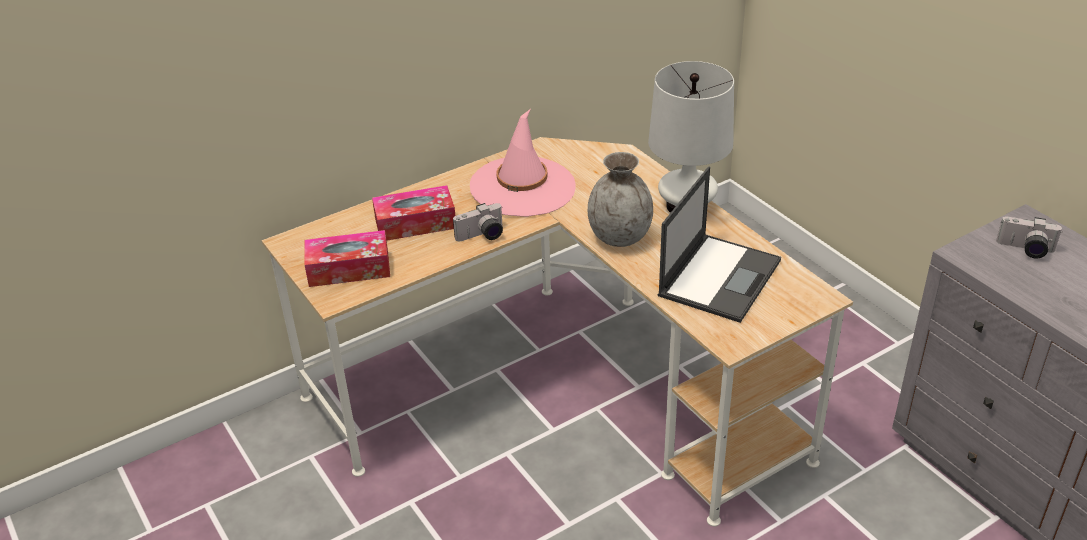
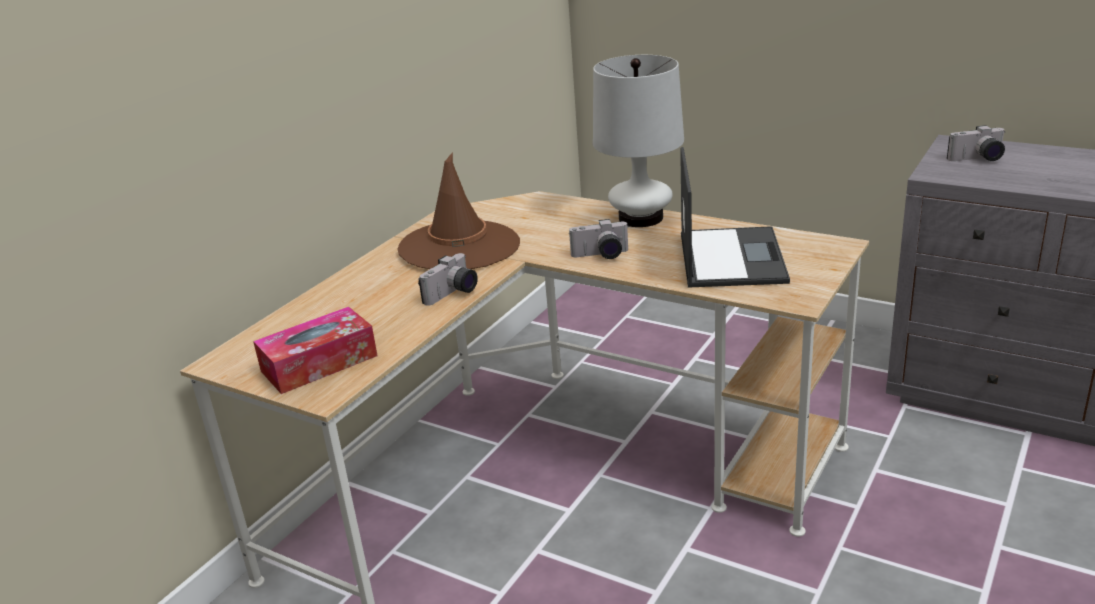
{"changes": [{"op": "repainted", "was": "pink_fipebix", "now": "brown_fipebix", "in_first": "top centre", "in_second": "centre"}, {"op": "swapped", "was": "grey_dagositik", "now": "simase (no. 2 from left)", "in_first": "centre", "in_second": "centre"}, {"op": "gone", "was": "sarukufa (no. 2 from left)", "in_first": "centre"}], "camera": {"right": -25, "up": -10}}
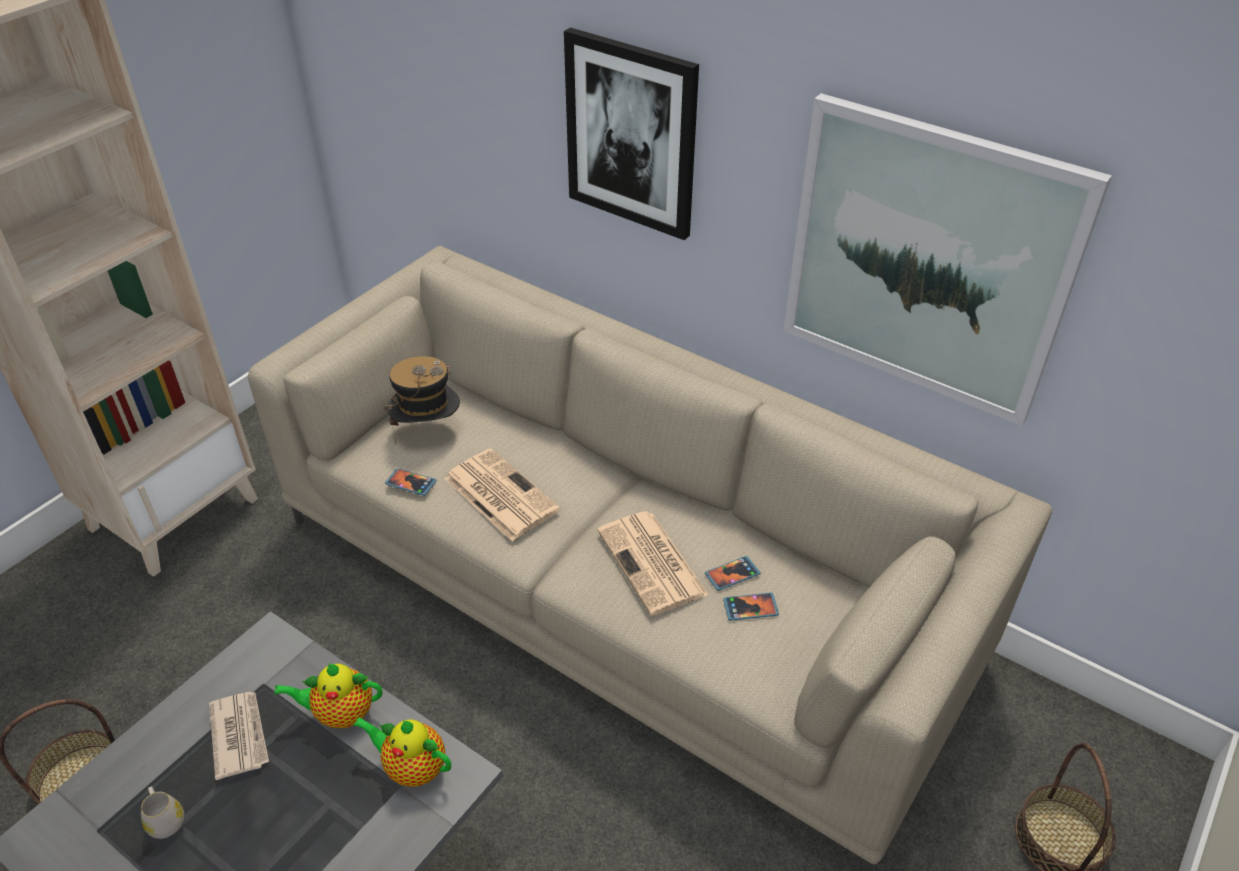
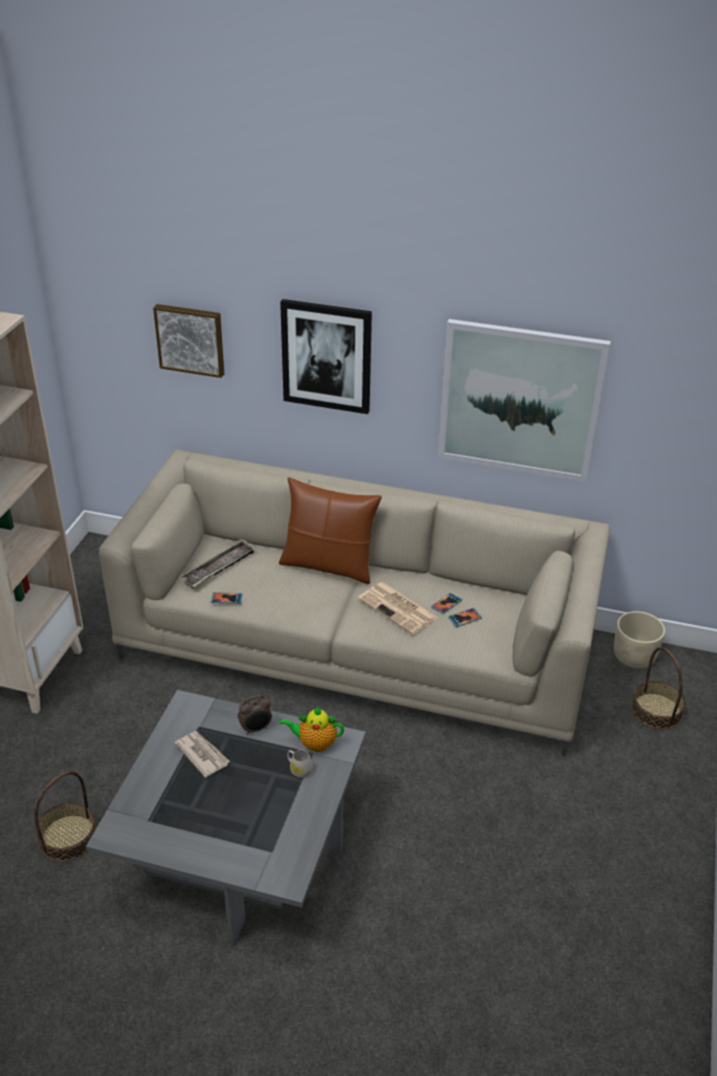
{"changes": [{"op": "new", "now": "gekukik (no. 1 from left)", "in_second": "top left"}, {"op": "swapped", "was": "fipebix", "now": "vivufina", "in_first": "centre", "in_second": "middle left"}, {"op": "swapped", "was": "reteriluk (no. 1 from left)", "now": "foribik", "in_first": "bottom left", "in_second": "centre"}, {"op": "new", "now": "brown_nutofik", "in_second": "centre"}, {"op": "shifted", "was": "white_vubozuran", "in_first": "bottom left", "in_second": "bottom centre"}, {"op": "new", "now": "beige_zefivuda", "in_second": "middle right"}, {"op": "gone", "was": "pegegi (no. 2 from left)", "in_first": "centre"}], "camera": {"right": -20, "up": -5}}
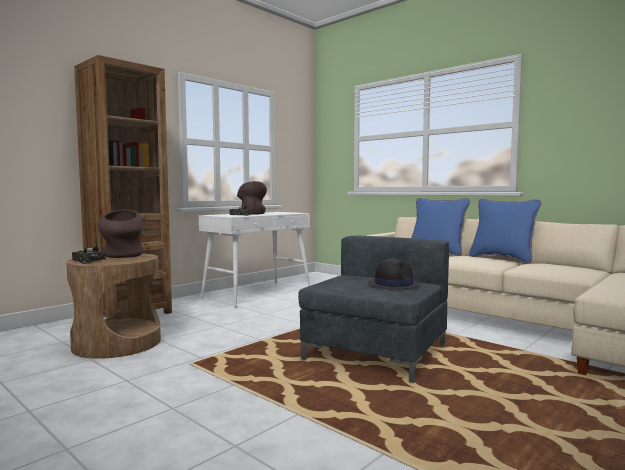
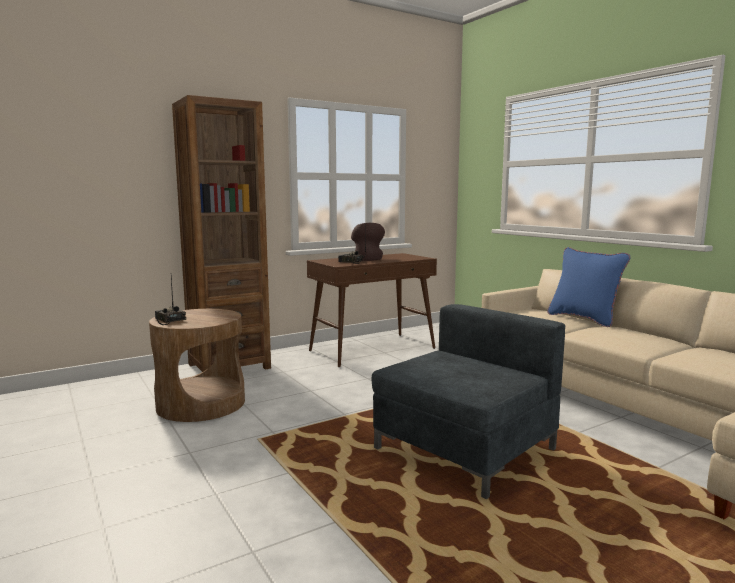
{"changes": [{"op": "repainted", "was": "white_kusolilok", "now": "brown_kusolilok", "in_first": "centre", "in_second": "centre"}, {"op": "gone", "was": "brown_dagositik (no. 1 from left)", "in_first": "middle left"}, {"op": "gone", "was": "black_fipebix", "in_first": "centre"}, {"op": "gone", "was": "blue_nutofik (no. 2 from left)", "in_first": "middle right"}], "camera": {"right": 15, "up": 5}}
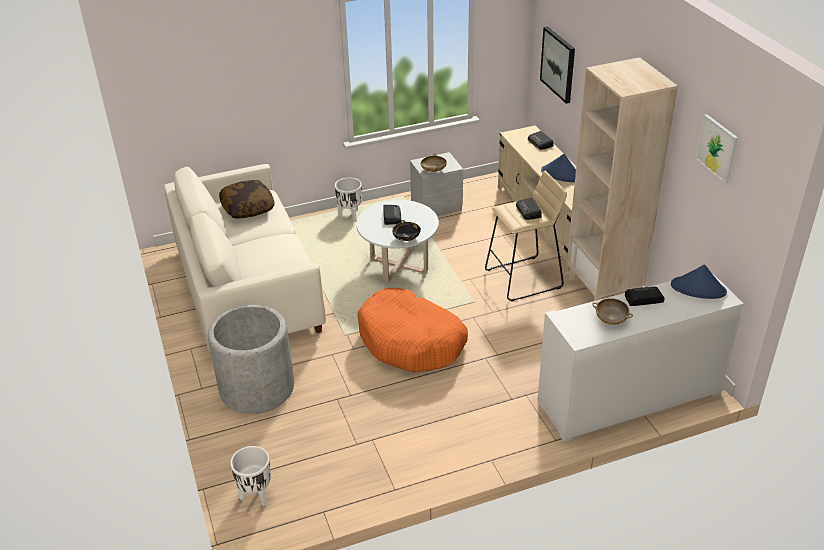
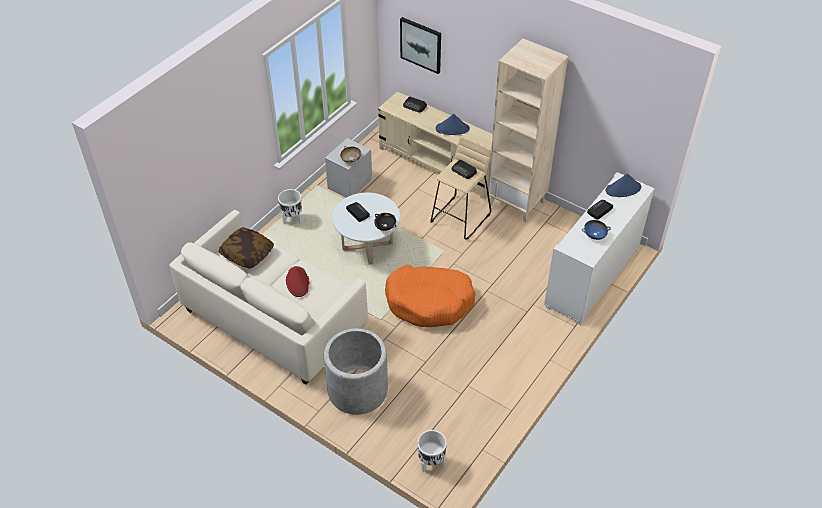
{"changes": [{"op": "new", "now": "red_fipebix", "in_second": "centre"}, {"op": "repainted", "was": "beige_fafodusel (no. 2 from left)", "now": "blue_fafodusel", "in_first": "middle right", "in_second": "middle right"}, {"op": "gone", "was": "gekukik (no. 2 from left)", "in_first": "top right"}], "camera": {"right": -35, "up": 10}}
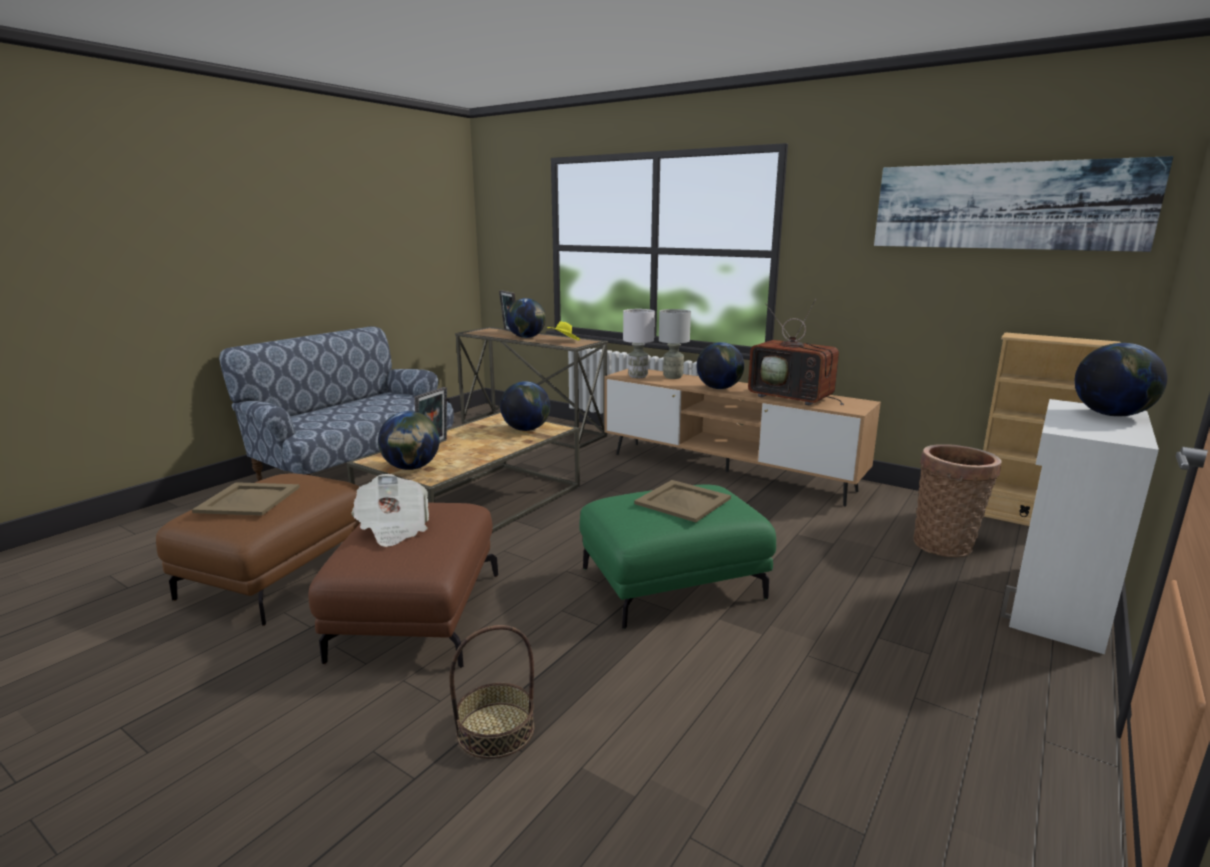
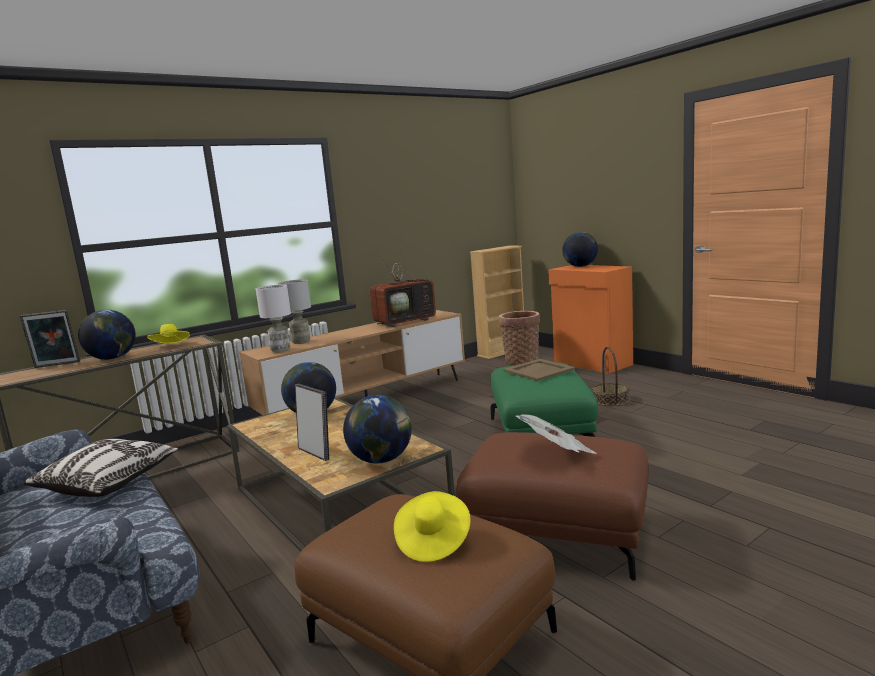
{"changes": [{"op": "new", "now": "nutofik", "in_second": "bottom left"}, {"op": "swapped", "was": "beige_vivufina (no. 1 from left)", "now": "yellow_fipebix (no. 2 from left)", "in_first": "middle left", "in_second": "bottom centre"}, {"op": "repainted", "was": "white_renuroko", "now": "orange_renuroko", "in_first": "middle right", "in_second": "middle right"}, {"op": "shifted", "was": "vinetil (no. 1 from left in the first image)", "now": "vinetil (no. 2 from left)", "in_first": "bottom centre", "in_second": "middle right"}, {"op": "gone", "was": "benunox (no. 4 from left)", "in_first": "centre"}, {"op": "gone", "was": "gekukik", "in_first": "top right"}], "camera": {"right": -70, "up": -5}}
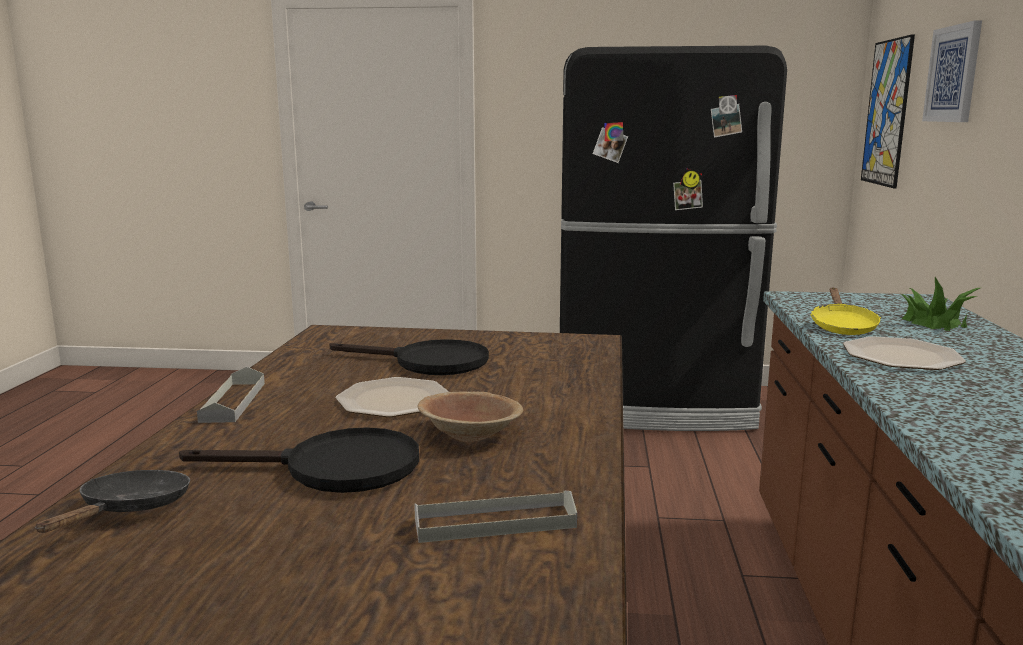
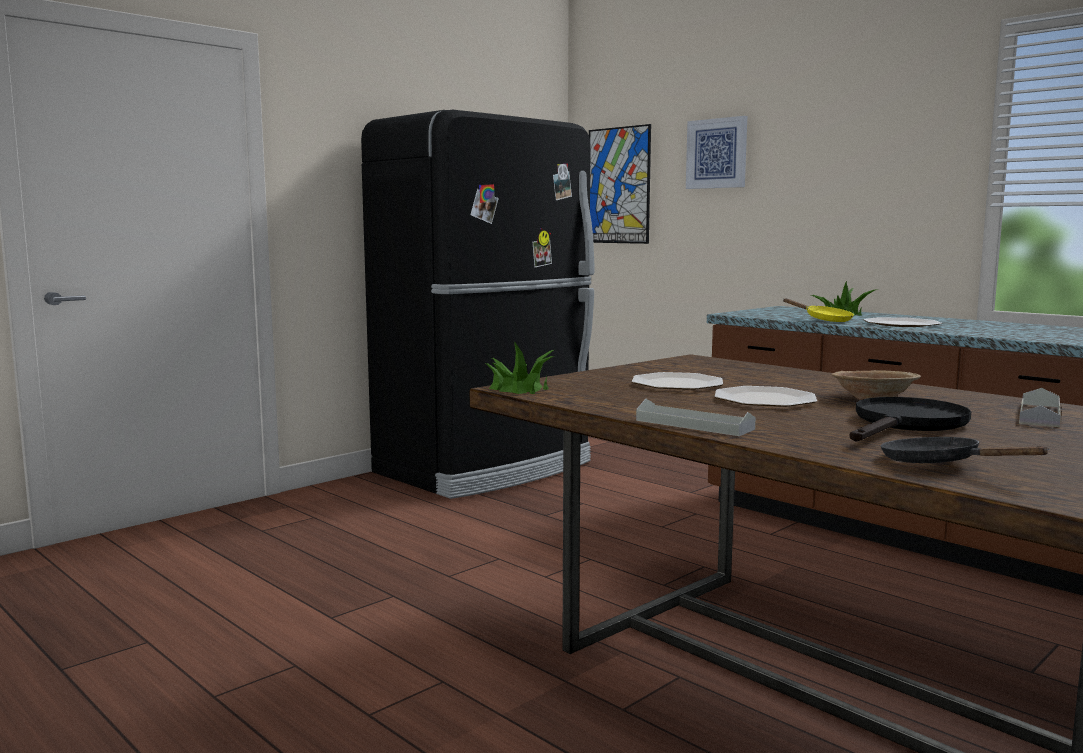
{"changes": [{"op": "new", "now": "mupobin (no. 1 from left)", "in_second": "centre"}, {"op": "swapped", "was": "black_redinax (no. 3 from left)", "now": "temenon (no. 1 from left)", "in_first": "centre", "in_second": "centre"}], "camera": {"right": -50, "up": -5}}
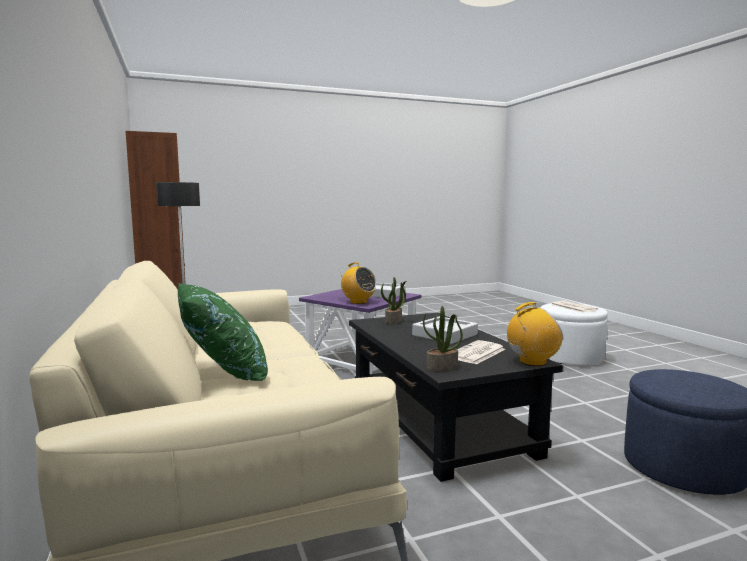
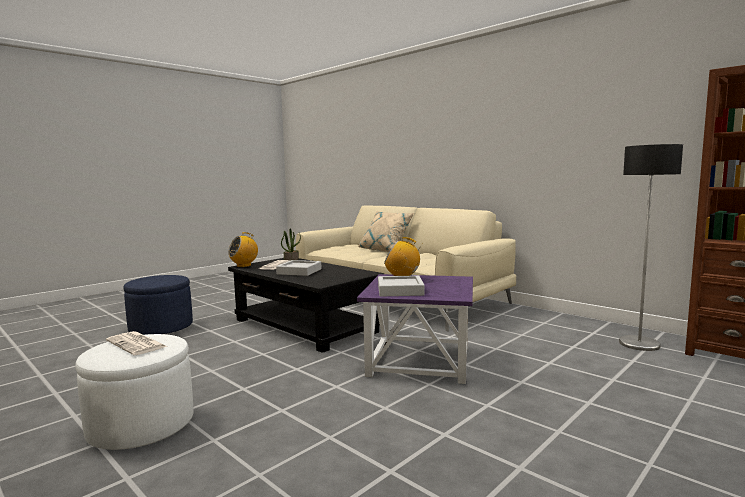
{"changes": [{"op": "repainted", "was": "green_nutofik", "now": "beige_nutofik", "in_first": "middle left", "in_second": "centre"}, {"op": "gone", "was": "mupobin (no. 1 from left)", "in_first": "centre"}], "camera": {"right": 155, "up": 0}}
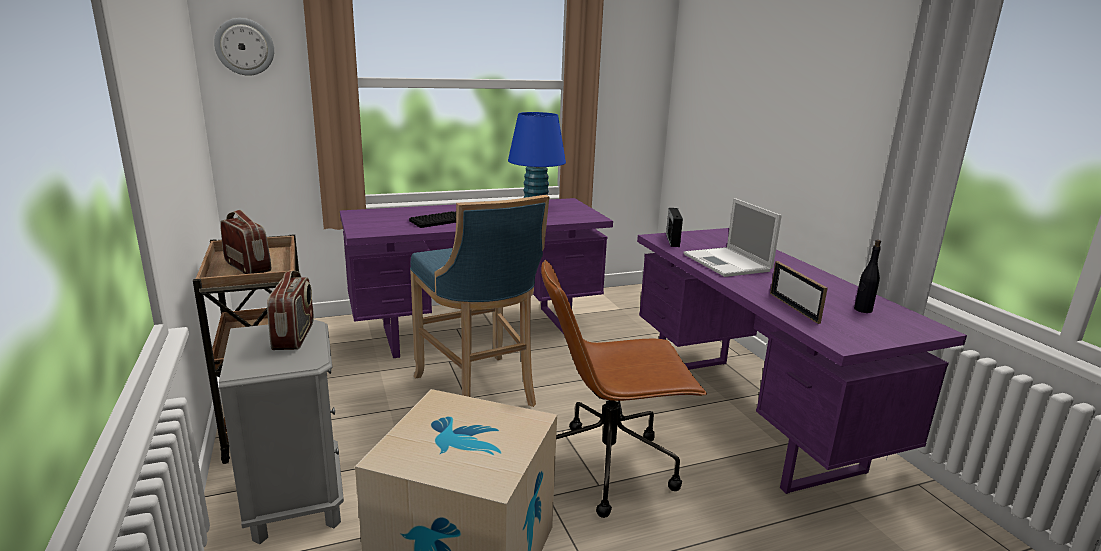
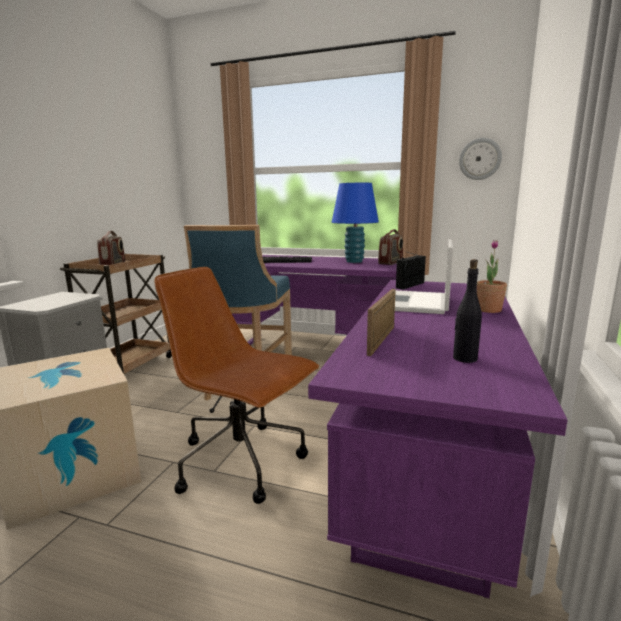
{"changes": [{"op": "shifted", "was": "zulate (no. 2 from left)", "in_first": "middle left", "in_second": "centre"}, {"op": "shifted", "was": "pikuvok", "in_first": "top left", "in_second": "top right"}, {"op": "new", "now": "mupobin", "in_second": "middle right"}], "camera": {"right": 40, "up": -5}}
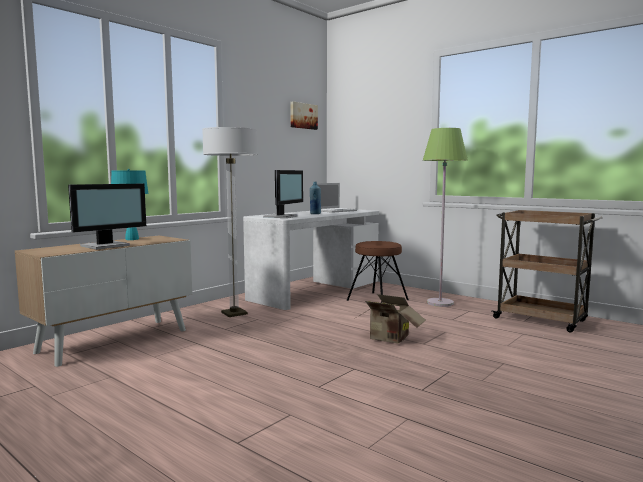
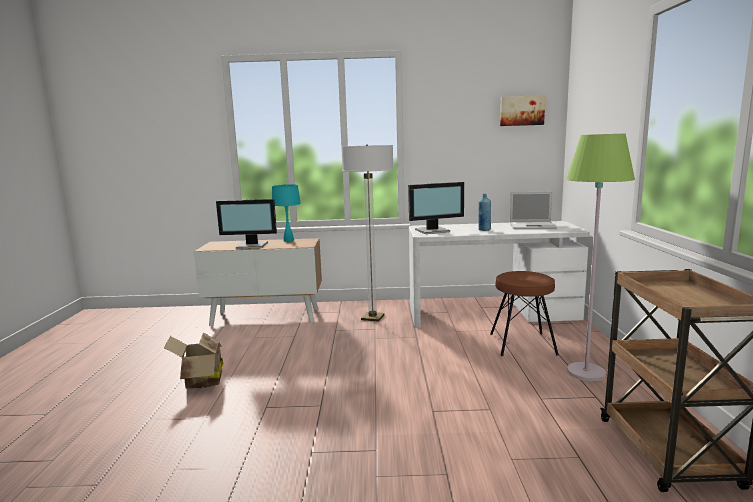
{"changes": [{"op": "shifted", "was": "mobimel", "in_first": "centre", "in_second": "bottom left"}], "camera": {"right": 50, "up": 5}}
